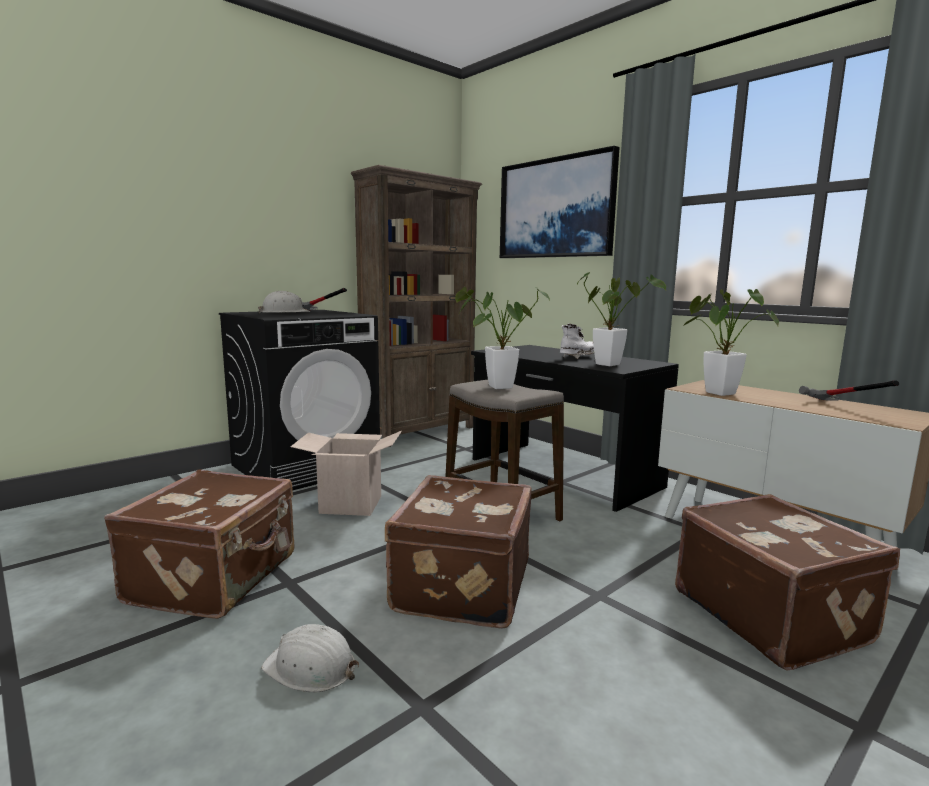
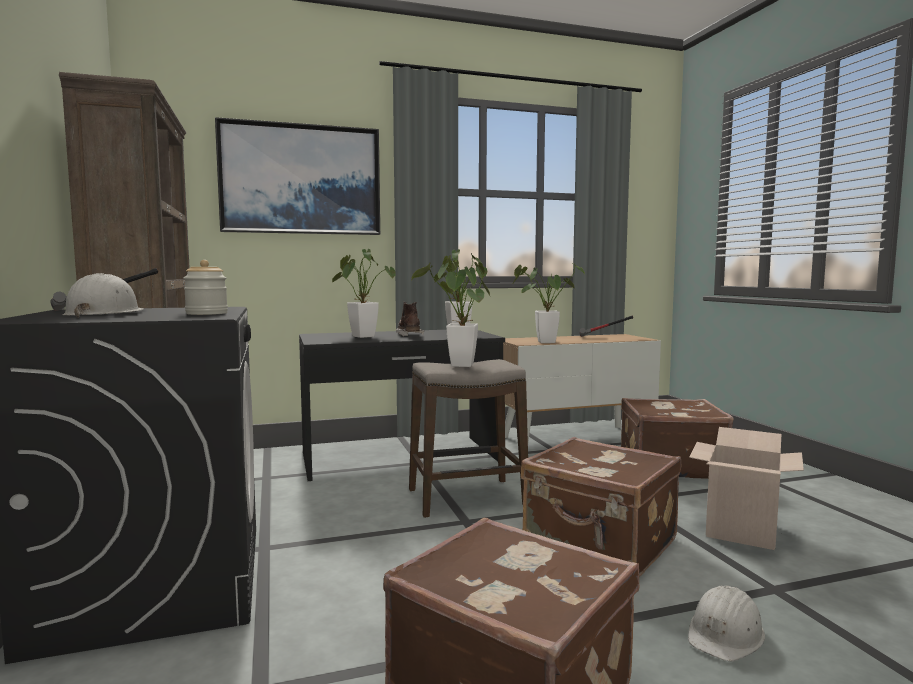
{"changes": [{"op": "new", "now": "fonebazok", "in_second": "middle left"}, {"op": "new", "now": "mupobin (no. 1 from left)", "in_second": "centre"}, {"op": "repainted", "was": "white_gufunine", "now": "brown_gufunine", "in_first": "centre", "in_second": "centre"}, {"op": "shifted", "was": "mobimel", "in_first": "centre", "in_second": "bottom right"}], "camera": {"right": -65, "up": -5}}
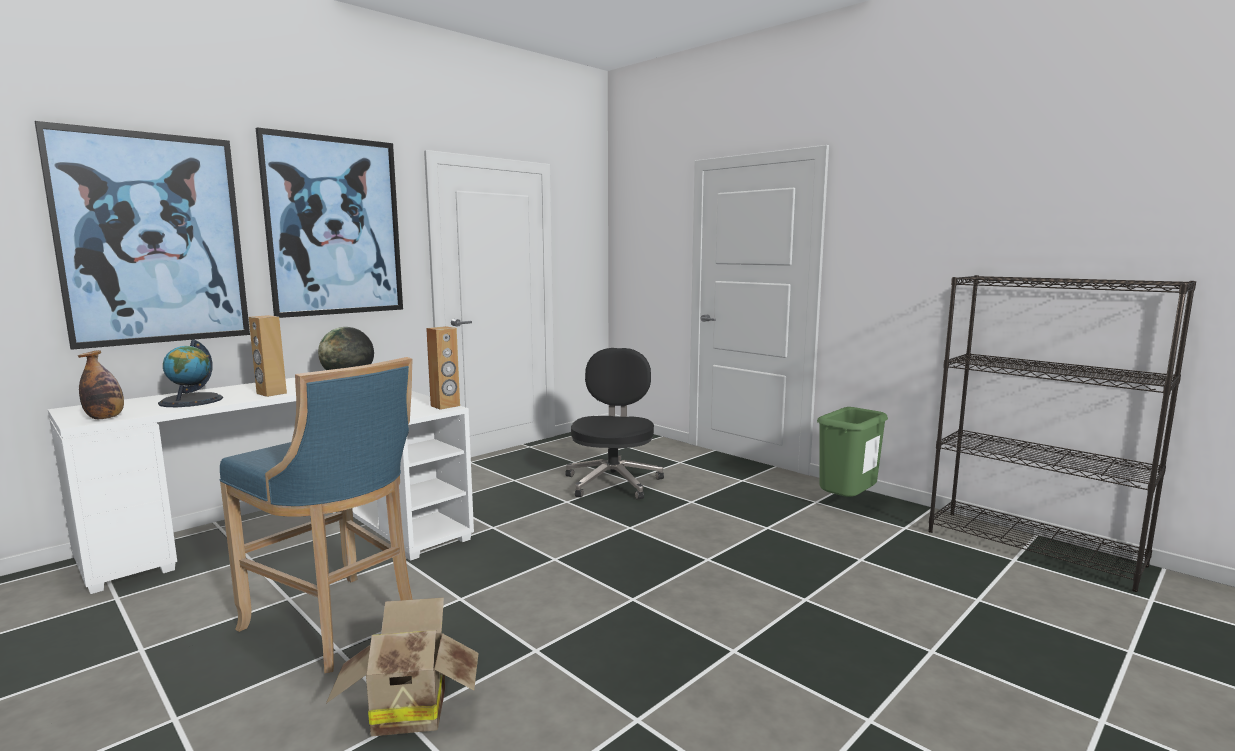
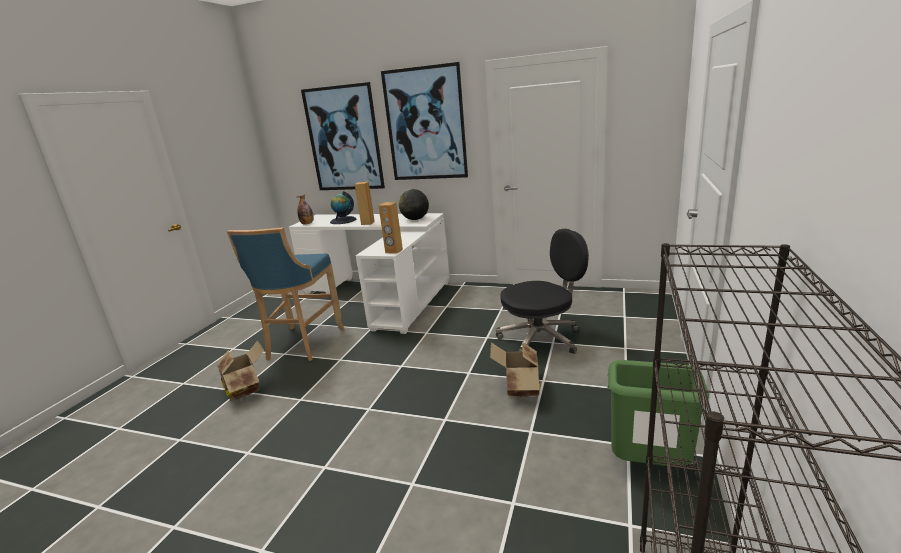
{"changes": [{"op": "new", "now": "mobimel (no. 2 from left)", "in_second": "bottom centre"}], "camera": {"right": 65, "up": 10}}
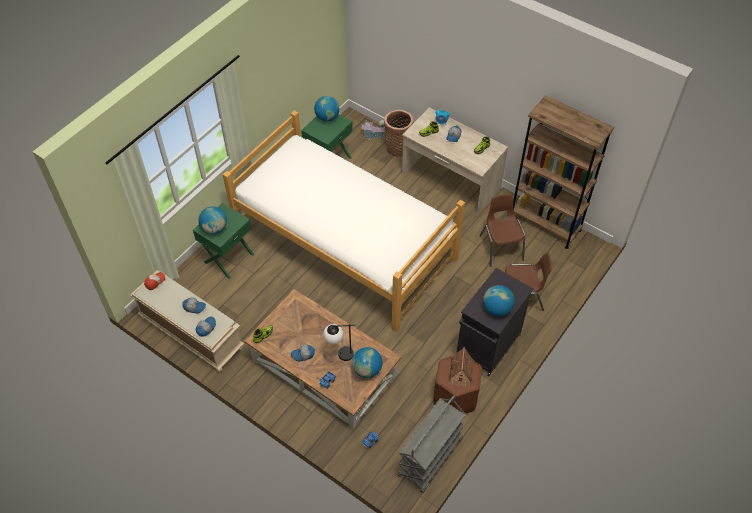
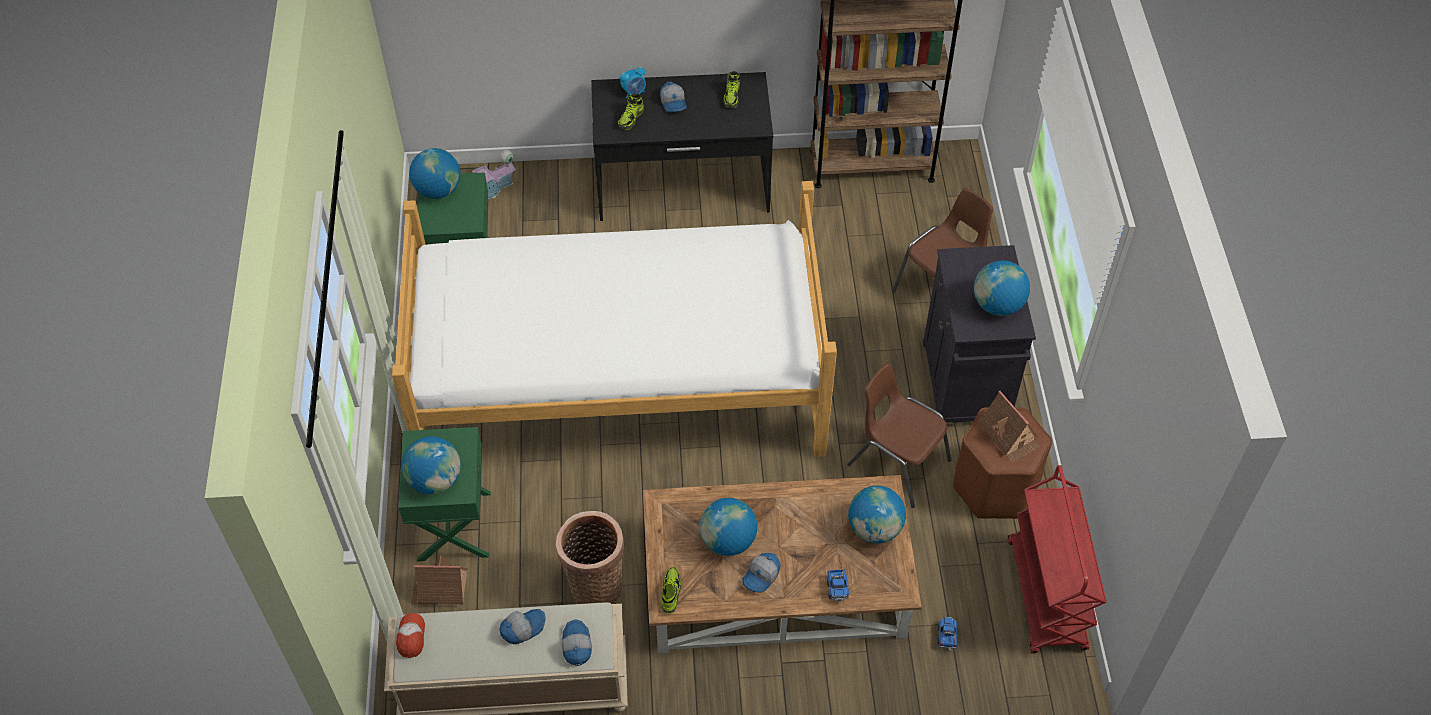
{"changes": [{"op": "new", "now": "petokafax (no. 1 from left)", "in_second": "bottom left"}, {"op": "shifted", "was": "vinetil", "in_first": "top centre", "in_second": "bottom centre"}, {"op": "repainted", "was": "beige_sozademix", "now": "black_sozademix", "in_first": "top centre", "in_second": "top centre"}, {"op": "new", "now": "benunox (no. 3 from left)", "in_second": "bottom centre"}, {"op": "shifted", "was": "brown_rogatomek (no. 1 from left)", "in_first": "middle right", "in_second": "centre"}, {"op": "repainted", "was": "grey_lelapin", "now": "red_lelapin", "in_first": "bottom centre", "in_second": "bottom right"}, {"op": "gone", "was": "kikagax", "in_first": "bottom centre"}], "camera": {"right": -40, "up": 0}}
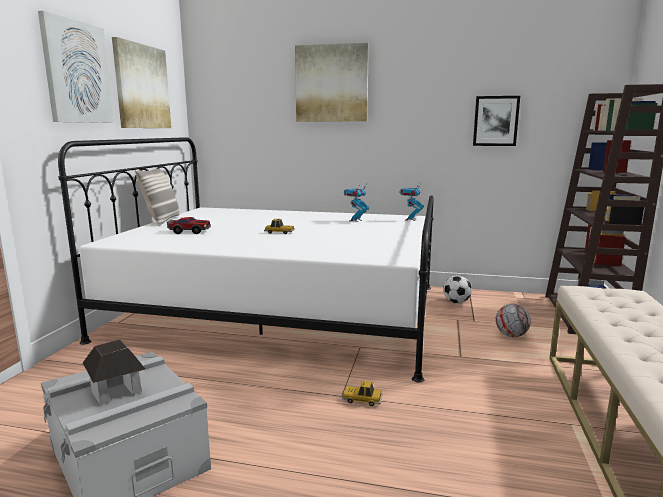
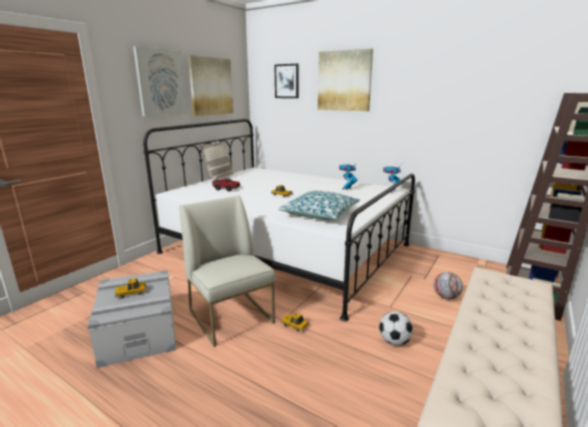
{"changes": [{"op": "swapped", "was": "petokafax", "now": "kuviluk (no. 1 from left)", "in_first": "bottom left", "in_second": "bottom left"}, {"op": "new", "now": "white_rogatomek", "in_second": "centre"}, {"op": "shifted", "was": "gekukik (no. 4 from left in the first image)", "now": "gekukik (no. 3 from left)", "in_first": "top right", "in_second": "top centre"}, {"op": "new", "now": "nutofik (no. 2 from left)", "in_second": "centre"}, {"op": "shifted", "was": "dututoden (no. 1 from left)", "in_first": "middle right", "in_second": "bottom right"}], "camera": {"right": 20, "up": 5}}
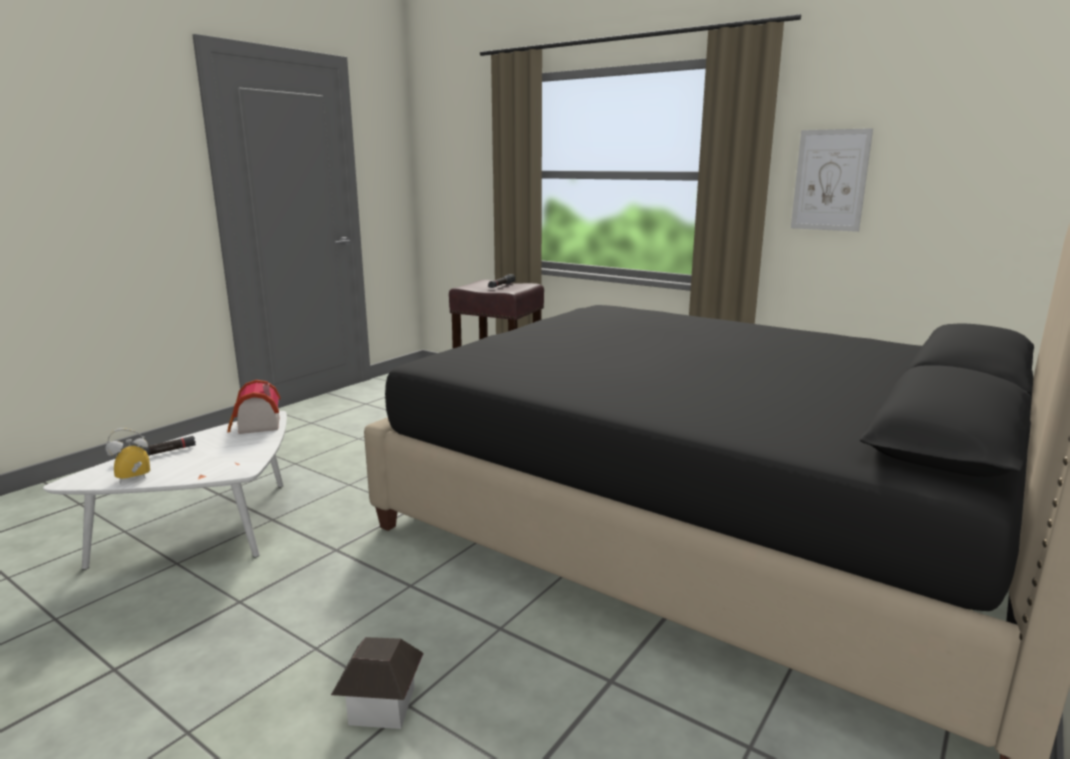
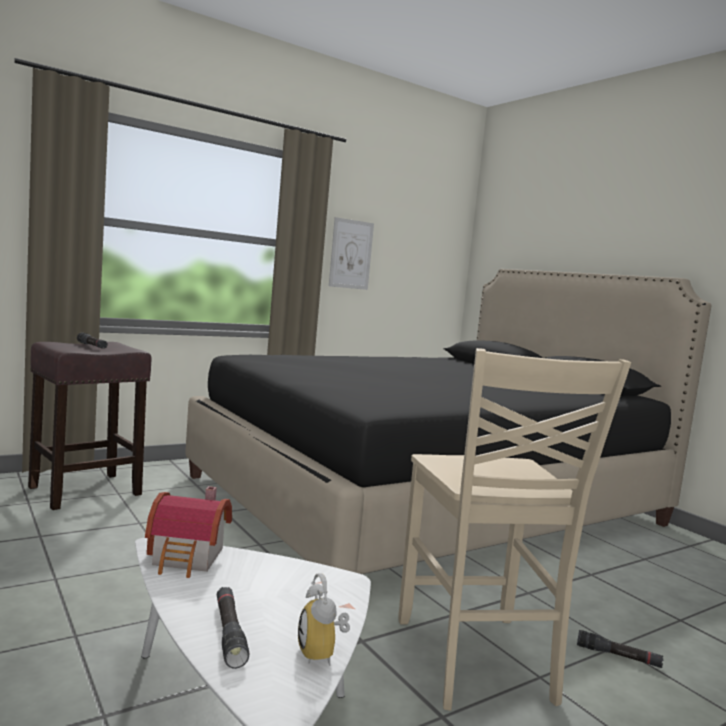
{"changes": [{"op": "new", "now": "beige_rogatomek", "in_second": "bottom right"}, {"op": "swapped", "was": "petokafax (no. 2 from left)", "now": "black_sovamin (no. 3 from left)", "in_first": "bottom centre", "in_second": "bottom right"}], "camera": {"right": -70, "up": -10}}
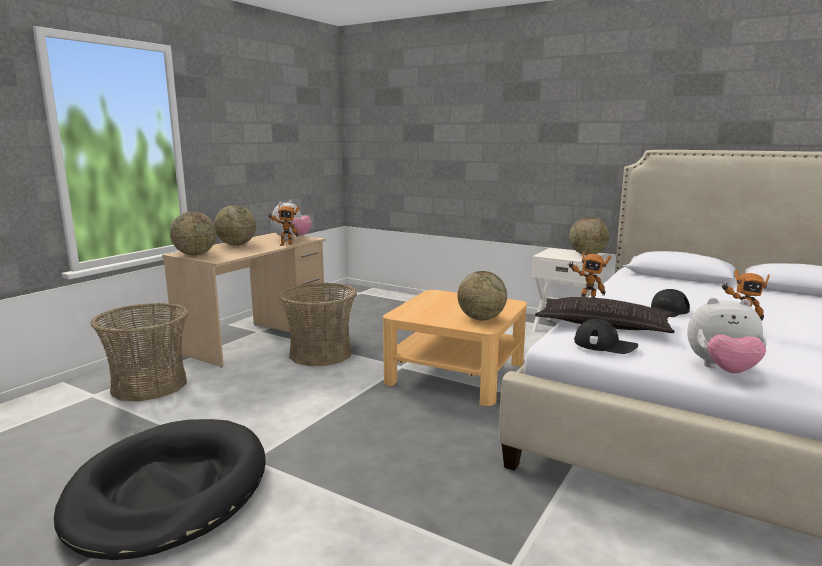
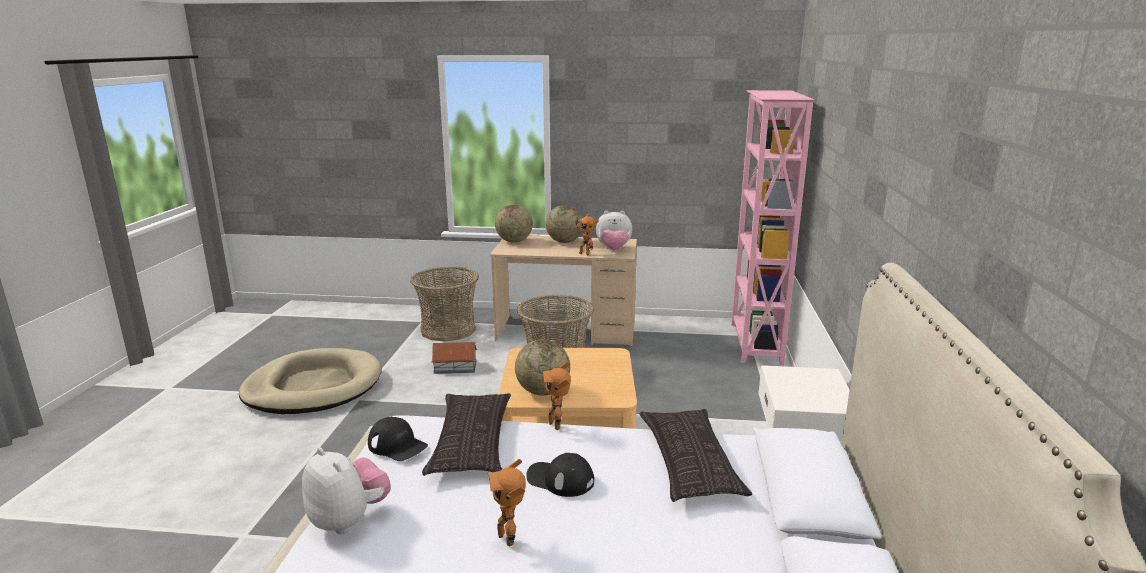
{"changes": [{"op": "repainted", "was": "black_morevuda", "now": "beige_morevuda", "in_first": "bottom left", "in_second": "middle left"}, {"op": "rotated", "was": "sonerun (no. 2 from left in the first image)", "in_first": "middle right", "in_second": "bottom left", "clockwise": 150}, {"op": "rotated", "was": "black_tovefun (no. 1 from left)", "in_first": "middle right", "in_second": "bottom centre", "clockwise": -60}, {"op": "new", "now": "petokafax", "in_second": "centre"}, {"op": "new", "now": "nutofik (no. 2 from left)", "in_second": "bottom centre"}, {"op": "new", "now": "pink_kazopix", "in_second": "middle right"}, {"op": "gone", "was": "benunox (no. 4 from left)", "in_first": "middle right"}], "camera": {"right": 65, "up": 5}}
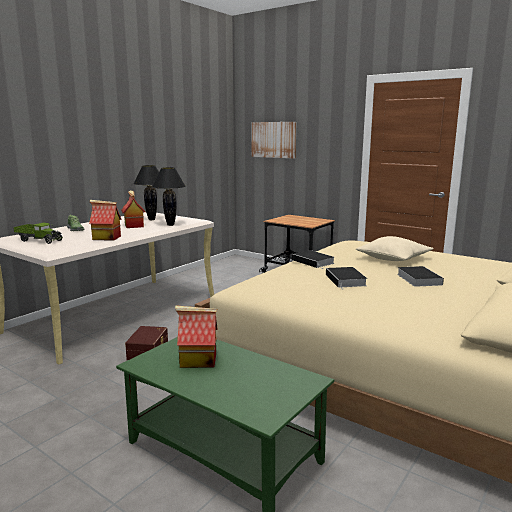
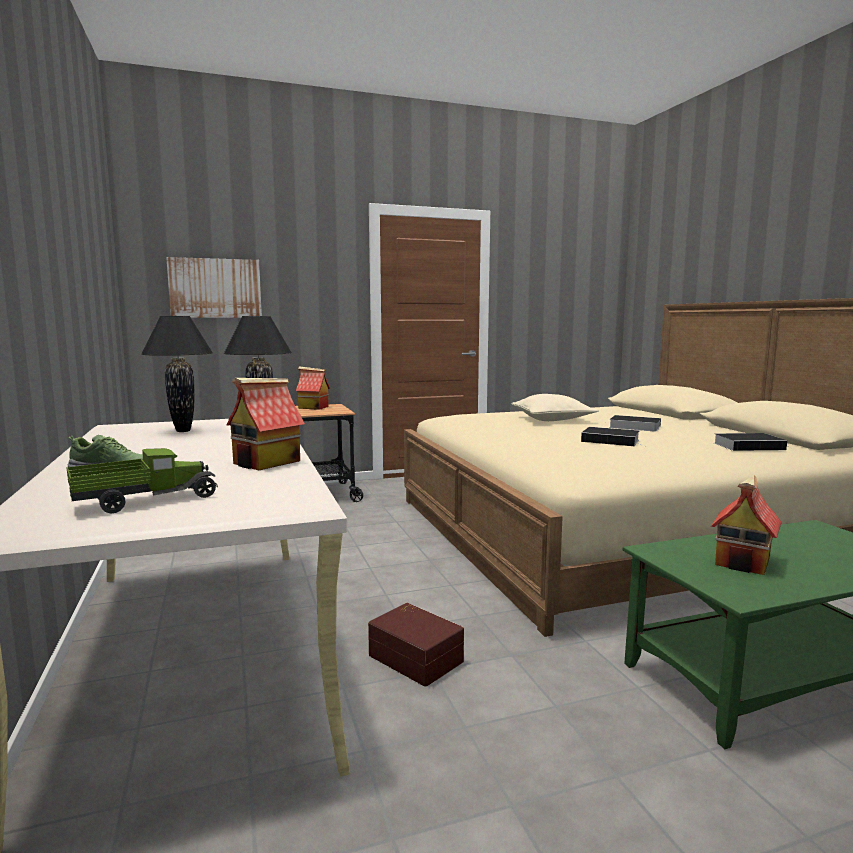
{"changes": [{"op": "shifted", "was": "petokafax (no. 2 from left)", "in_first": "middle left", "in_second": "centre"}, {"op": "shifted", "was": "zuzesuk (no. 1 from left in the first image)", "now": "zuzesuk (no. 3 from left)", "in_first": "centre", "in_second": "middle right"}], "camera": {"right": -55, "up": -5}}
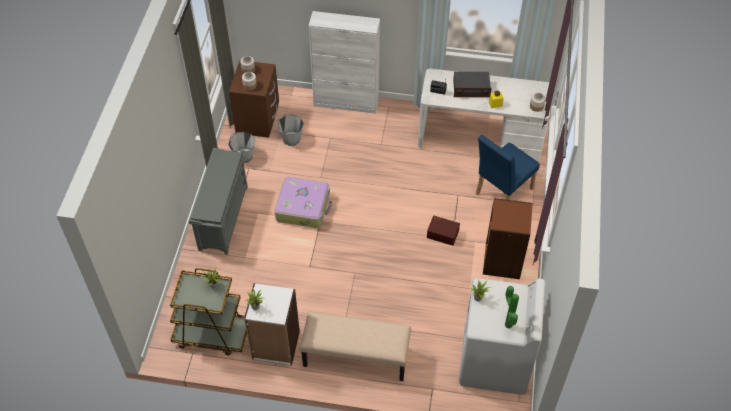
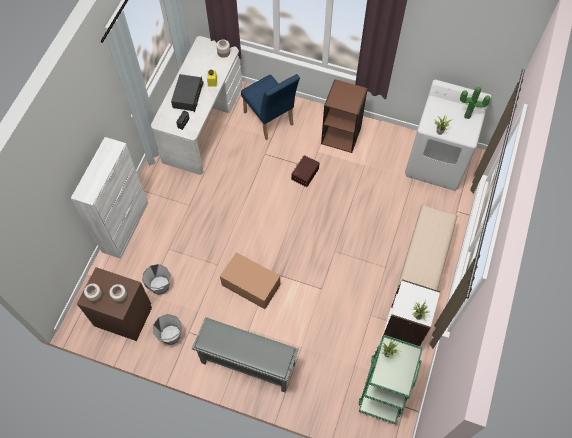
{"changes": [{"op": "swapped", "was": "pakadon", "now": "mobimel", "in_first": "centre", "in_second": "centre"}, {"op": "repainted", "was": "brown_lelapin", "now": "green_lelapin", "in_first": "bottom left", "in_second": "bottom right"}], "camera": {"right": -80, "up": 10}}
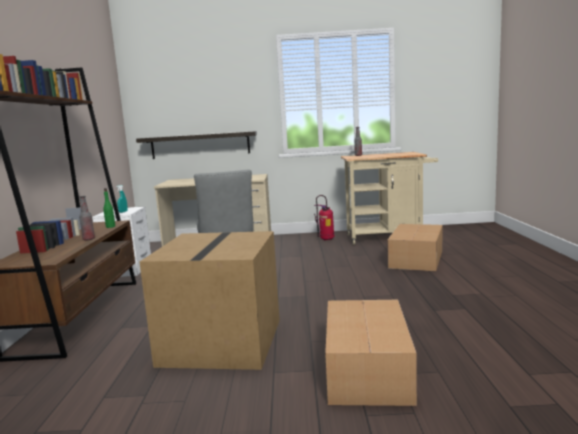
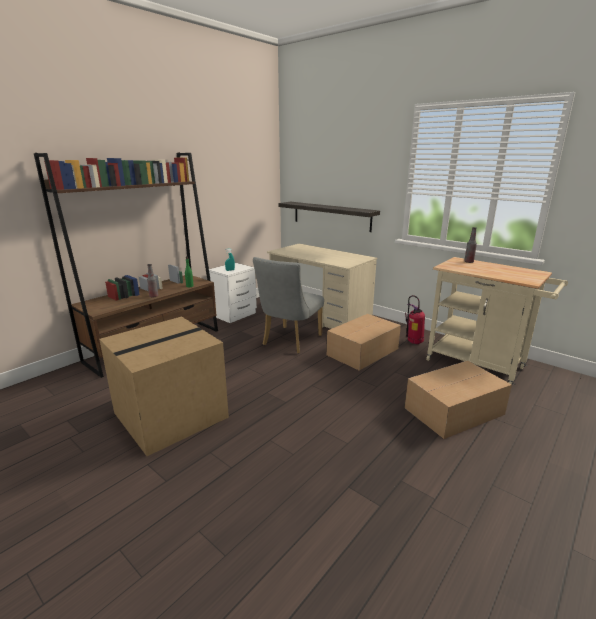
{"changes": [{"op": "shifted", "was": "mobimel (no. 2 from left)", "in_first": "bottom centre", "in_second": "centre"}], "camera": {"right": 40, "up": 10}}
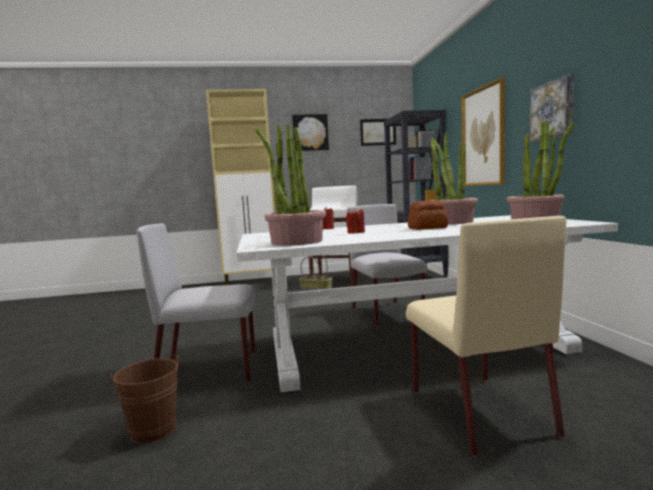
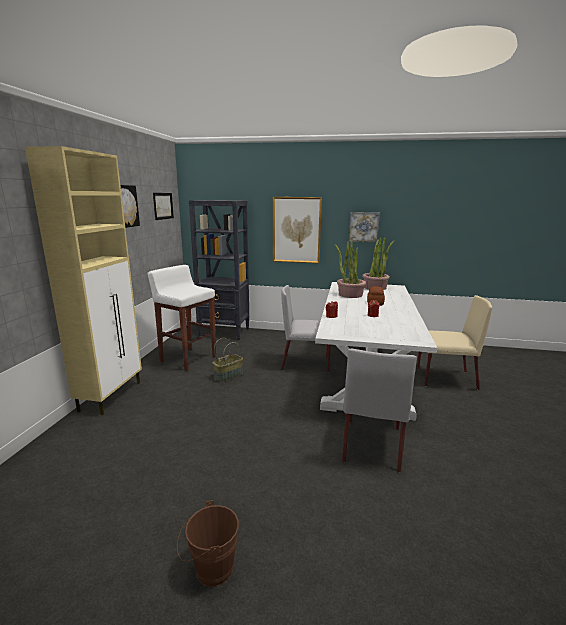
{"changes": [{"op": "shifted", "was": "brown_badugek", "in_first": "bottom left", "in_second": "bottom centre"}, {"op": "gone", "was": "mupobin (no. 1 from left)", "in_first": "centre"}], "camera": {"right": -70, "up": 10}}
